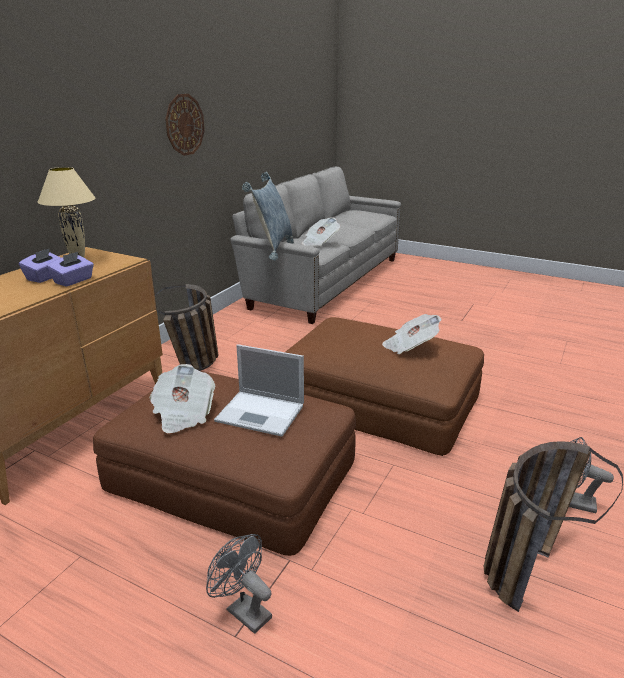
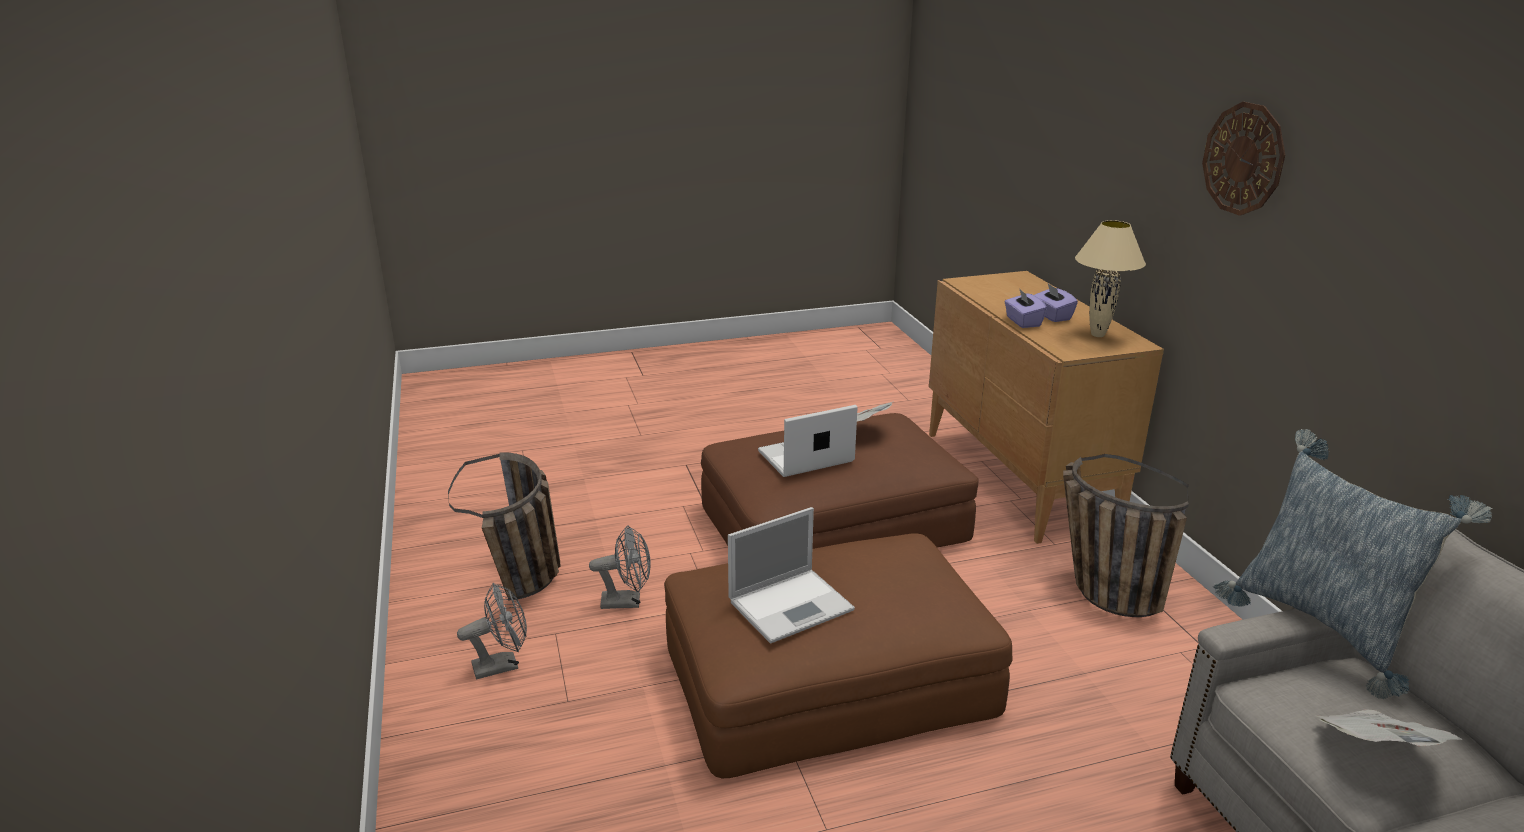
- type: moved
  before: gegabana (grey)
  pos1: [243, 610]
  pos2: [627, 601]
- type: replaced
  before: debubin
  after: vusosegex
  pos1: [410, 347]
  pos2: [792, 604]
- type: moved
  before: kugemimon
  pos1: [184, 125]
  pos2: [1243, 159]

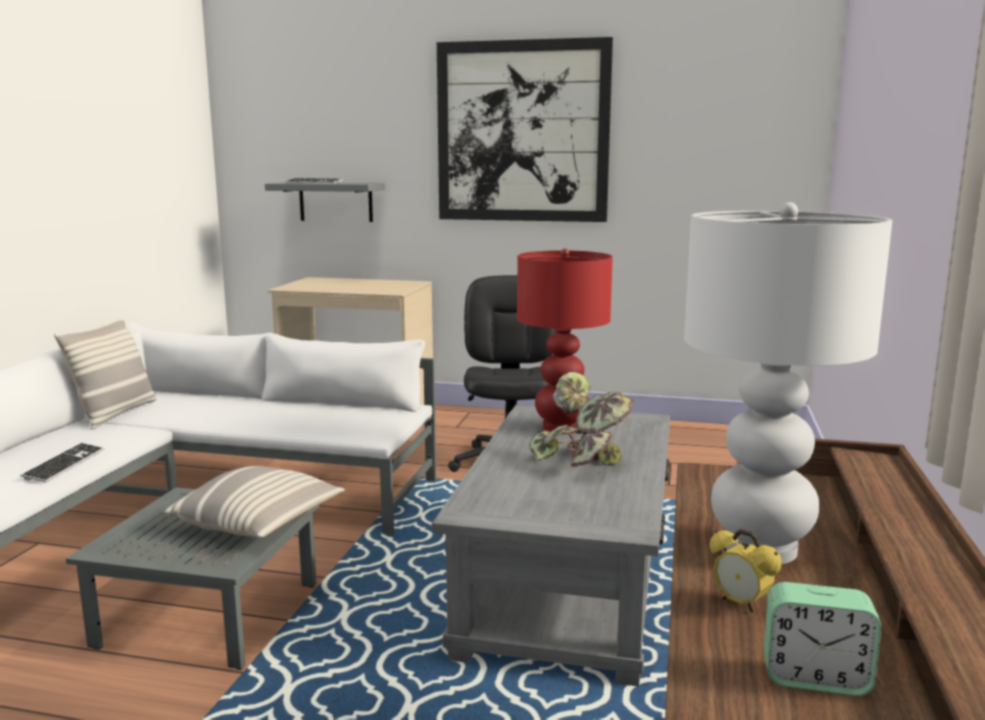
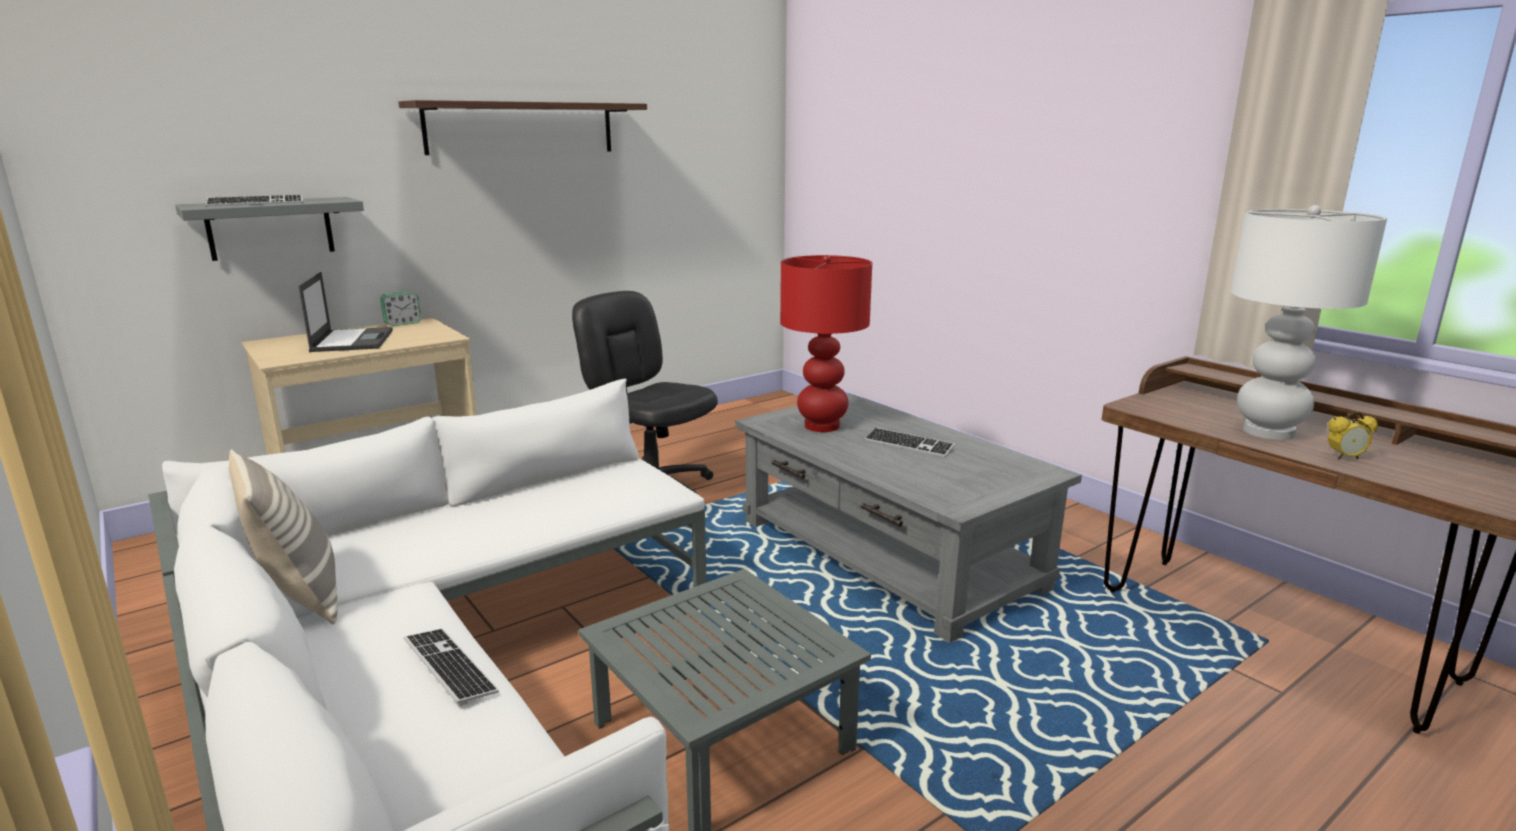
- type: added
  after: vusosegex
  pos2: [352, 340]
- type: moved
  before: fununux
  pos1: [815, 678]
  pos2: [402, 323]
- type: replaced
  before: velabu
  after: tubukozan
  pos1: [522, 132]
  pos2: [521, 128]
- type: replaced
  before: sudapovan
  after: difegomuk
  pos1: [582, 463]
  pos2: [908, 444]
- type: removed
  before: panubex
  pos1: [259, 523]

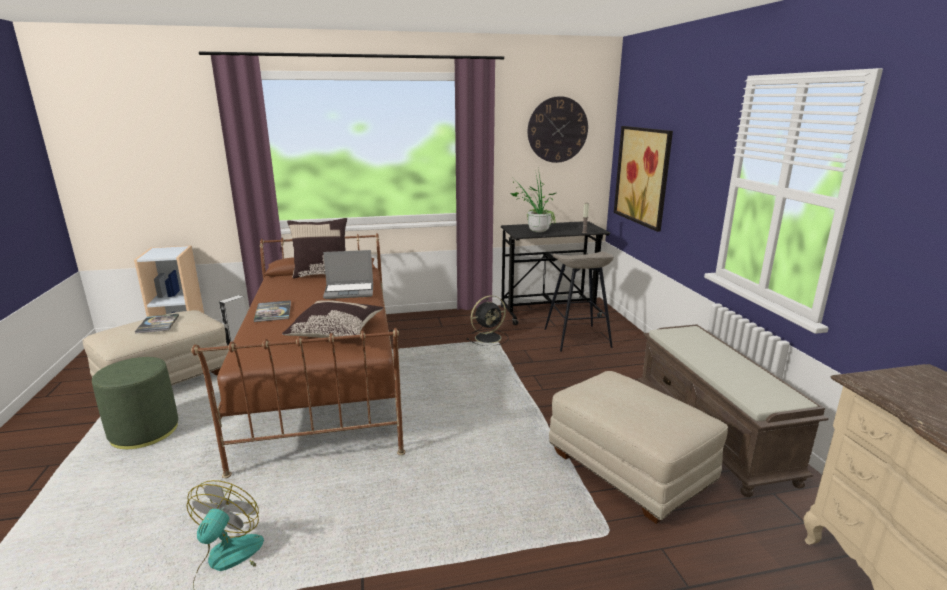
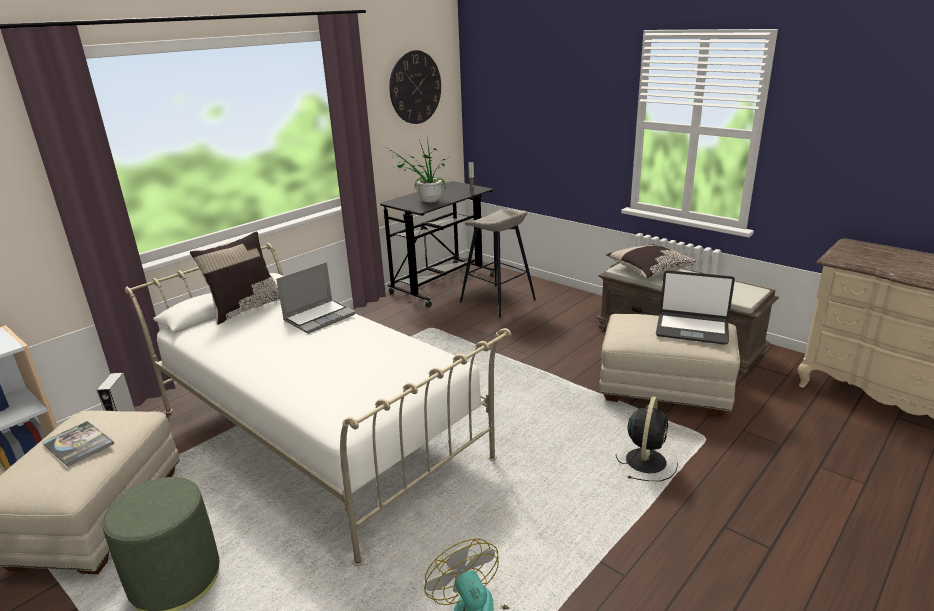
- type: recoloured
  before: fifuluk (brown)
  after: fifuluk (white)
  pos1: [323, 383]
  pos2: [319, 434]
- type: moved
  before: panubex
  pos1: [336, 332]
  pos2: [650, 270]
- type: moved
  before: gegabana (black)
  pos1: [489, 337]
  pos2: [646, 460]
- type: added
  after: vusosegex
  pos2: [692, 329]
- type: removed
  before: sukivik
  pos1: [273, 312]
- type: removed
  before: velabu
  pos1: [642, 176]

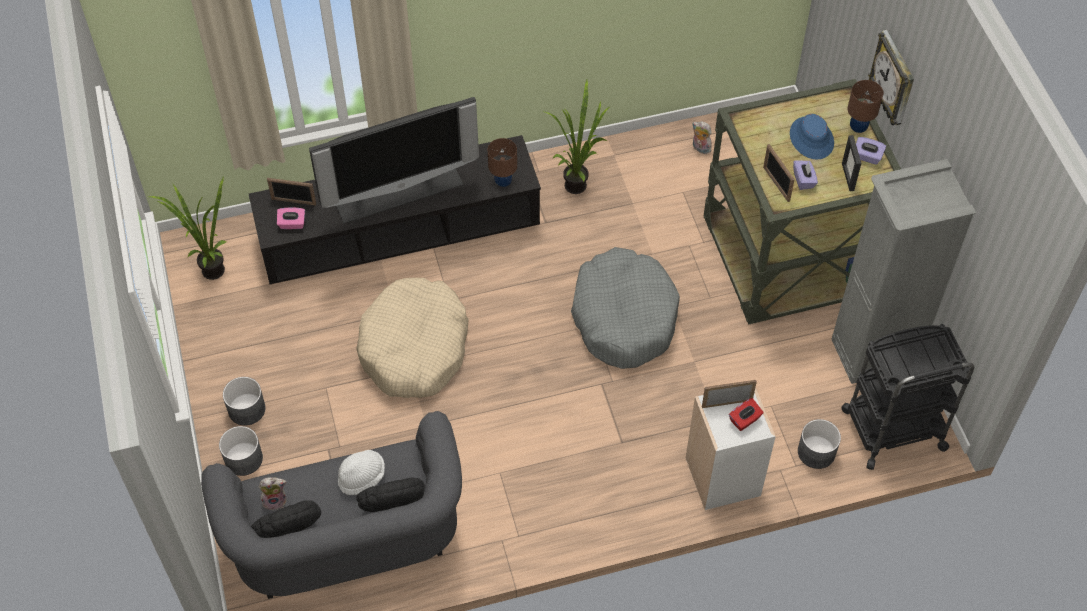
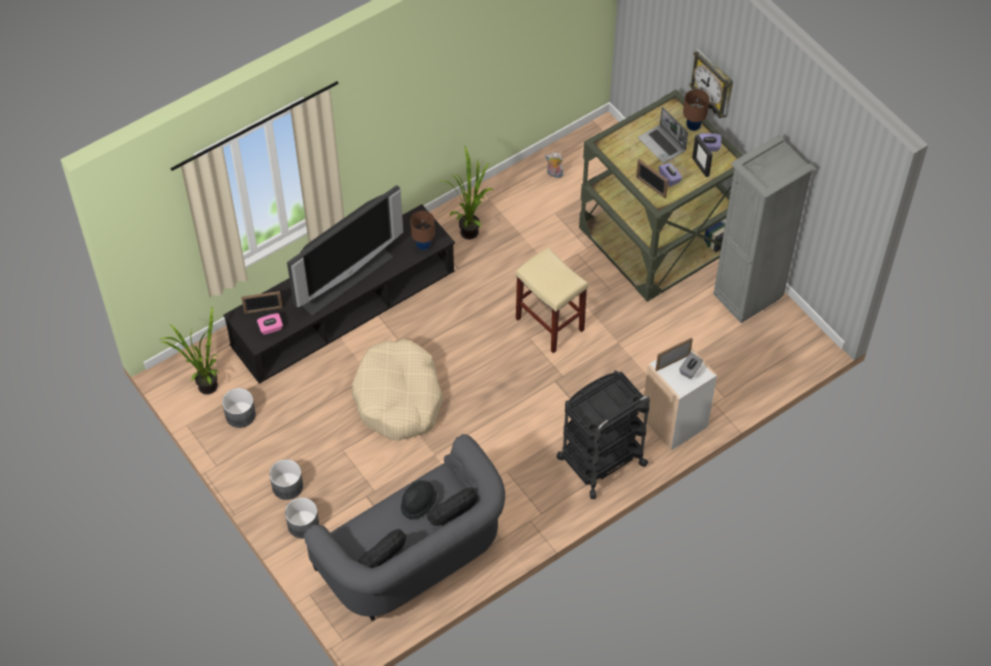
- type: moved
  before: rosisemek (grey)
  pos1: [816, 452]
  pos2: [240, 415]
- type: recoloured
  before: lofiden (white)
  after: lofiden (black)
  pos1: [362, 477]
  pos2: [418, 503]
- type: replaced
  before: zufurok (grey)
  after: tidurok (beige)
  pos1: [624, 317]
  pos2: [550, 324]
- type: moved
  before: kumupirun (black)
  pos1: [893, 428]
  pos2: [601, 460]
- type: replaced
  before: lofiden (blue)
  after: vusosegex
  pos1: [811, 138]
  pos2: [662, 145]
- type: recoloured
  before: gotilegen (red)
  after: gotilegen (grey)
  pos1: [745, 420]
  pos2: [690, 370]
- type: removed
  before: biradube
  pos1: [275, 500]

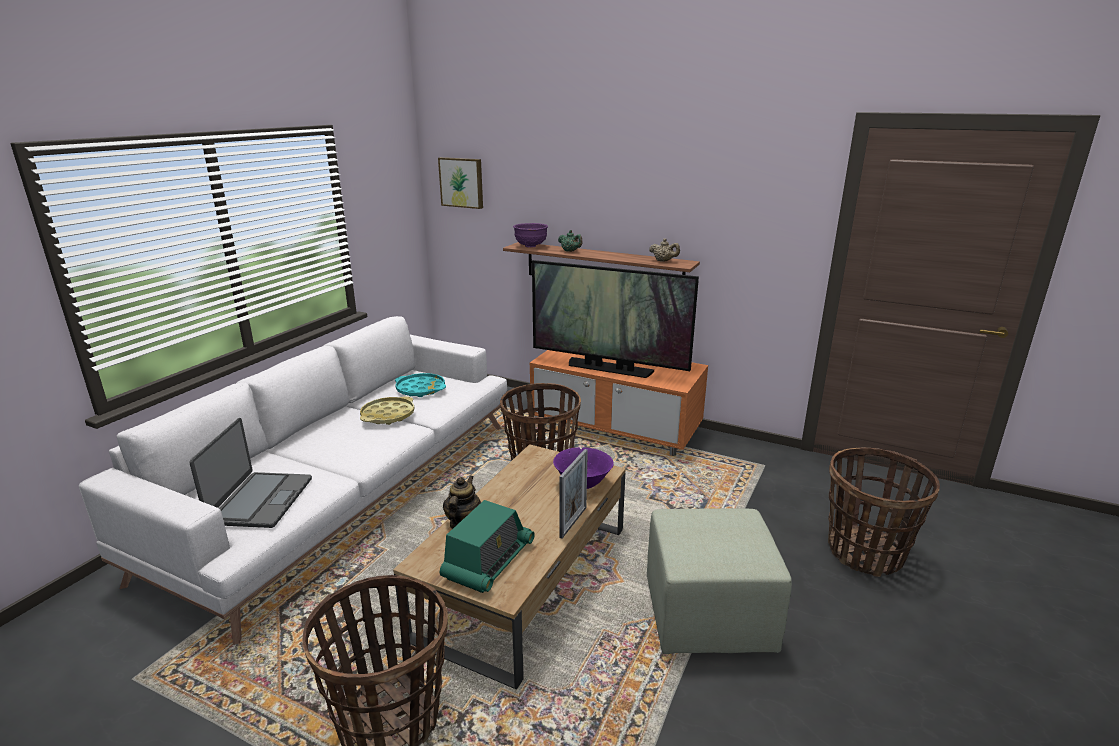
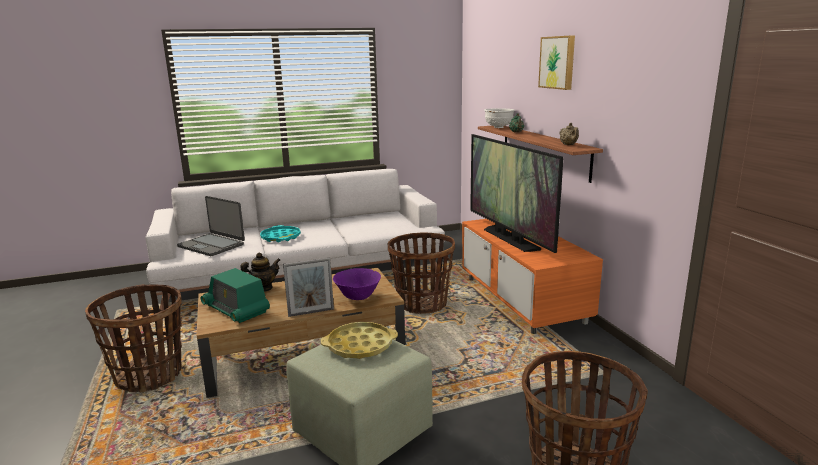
- type: turned
  before: vusosegex
  pos1: [260, 501]
  pos2: [212, 245]
  turn: 75
- type: turned
  before: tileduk
  pos1: [488, 561]
  pos2: [236, 309]
  turn: 60
- type: moved
  before: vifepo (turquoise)
  pos1: [420, 389]
  pos2: [281, 237]
- type: moved
  before: vifepo (yellow)
  pos1: [388, 415]
  pos2: [360, 346]
- type: recoloured
  before: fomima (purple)
  after: fomima (white)
  pos1: [531, 246]
  pos2: [499, 127]
- type: moved
  before: velabu
  pos1: [462, 182]
  pos2: [558, 62]

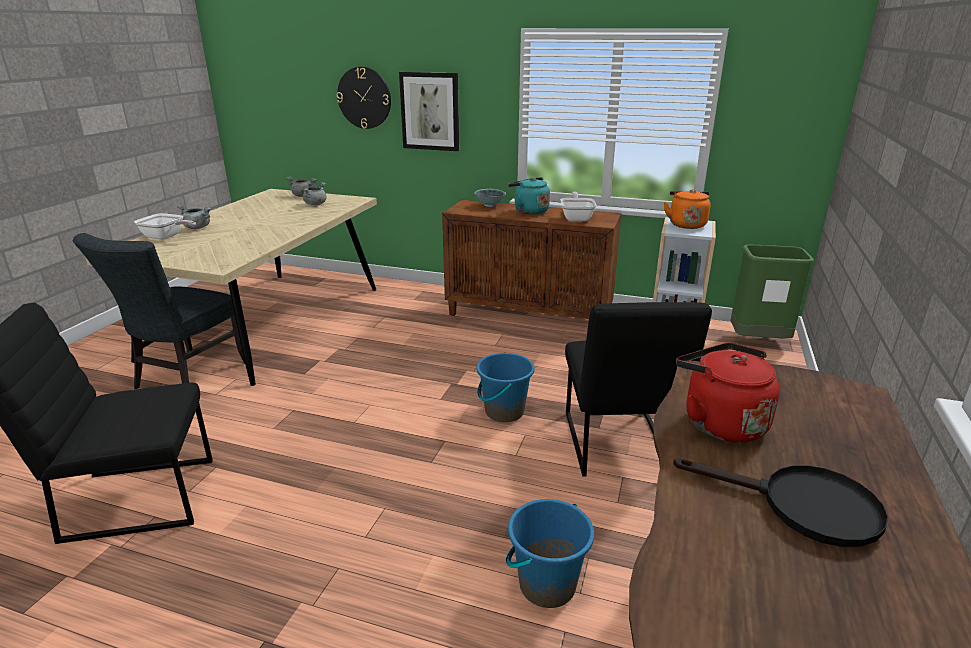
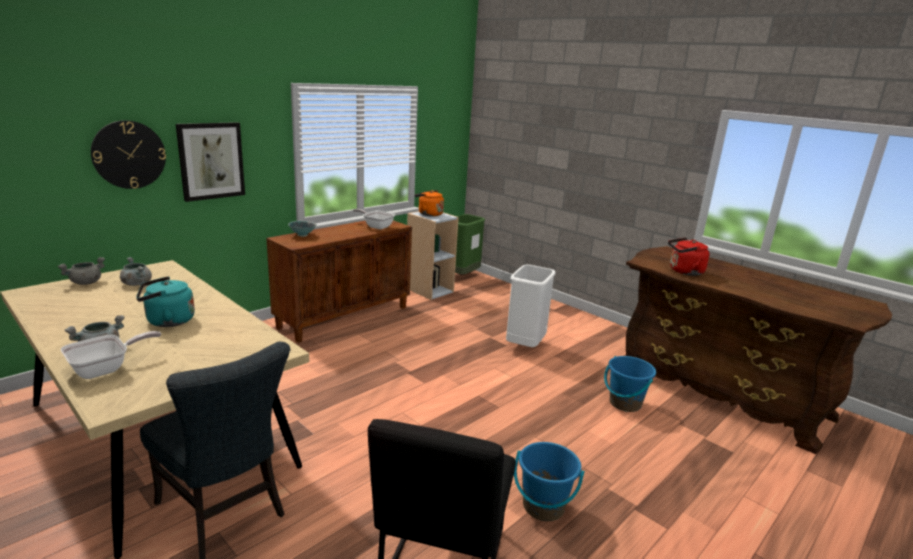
- type: moved
  before: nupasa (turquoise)
  pos1: [529, 211]
  pos2: [167, 321]
- type: replaced
  before: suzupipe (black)
  after: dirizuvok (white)
  pos1: [616, 444]
  pos2: [525, 346]
- type: moved
  before: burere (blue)
  pos1: [504, 411]
  pos2: [543, 506]
- type: removed
  before: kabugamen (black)
  pos1: [802, 506]

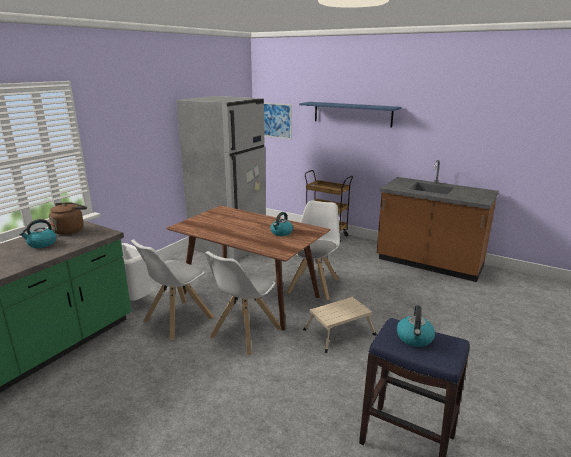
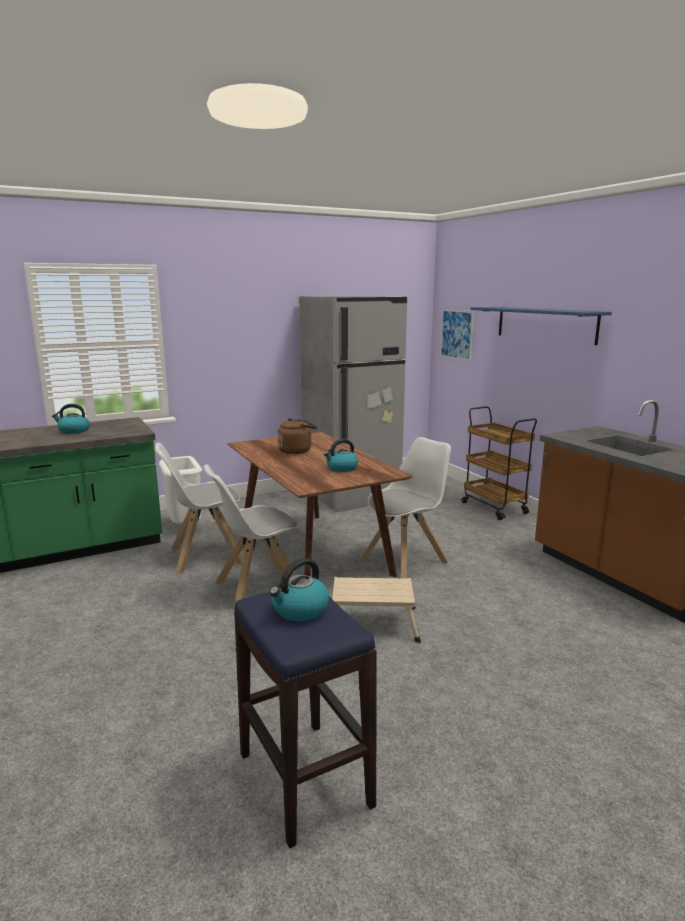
- type: moved
  before: nupasa (brown)
  pos1: [70, 230]
  pos2: [296, 450]

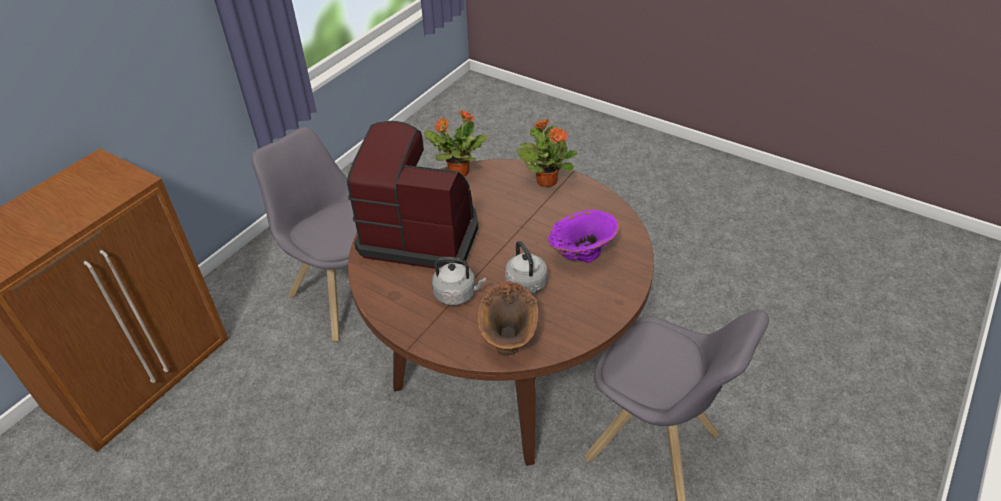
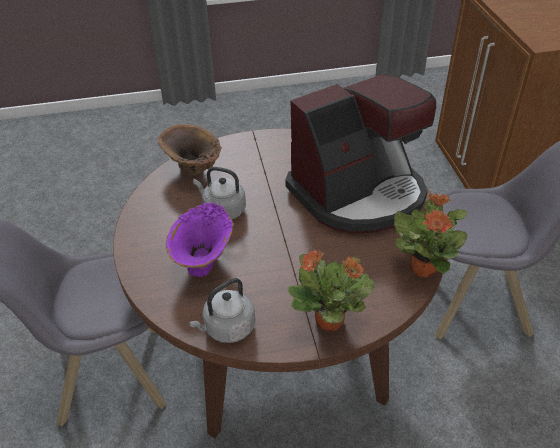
- type: moved
  before: nupasa (grey)
  pos1: [457, 294]
  pos2: [227, 328]

